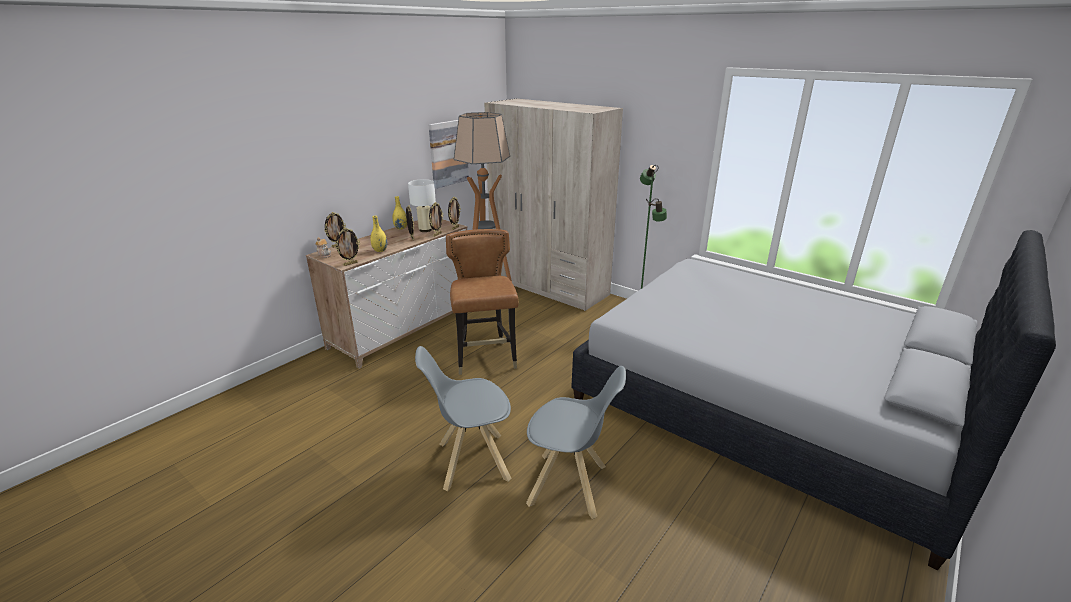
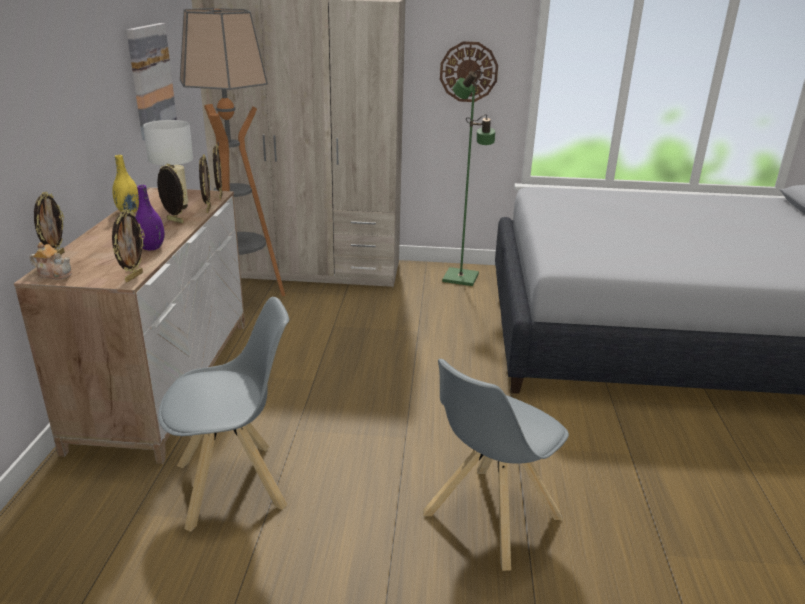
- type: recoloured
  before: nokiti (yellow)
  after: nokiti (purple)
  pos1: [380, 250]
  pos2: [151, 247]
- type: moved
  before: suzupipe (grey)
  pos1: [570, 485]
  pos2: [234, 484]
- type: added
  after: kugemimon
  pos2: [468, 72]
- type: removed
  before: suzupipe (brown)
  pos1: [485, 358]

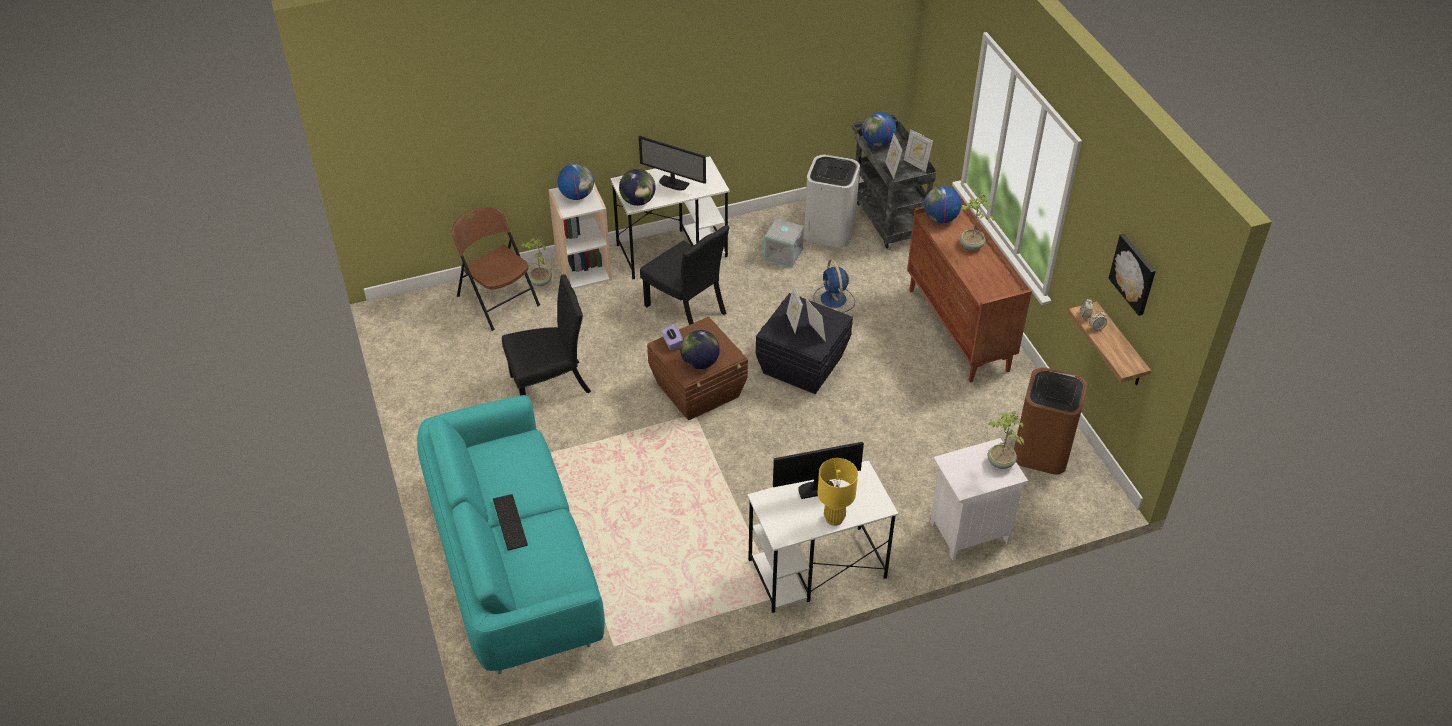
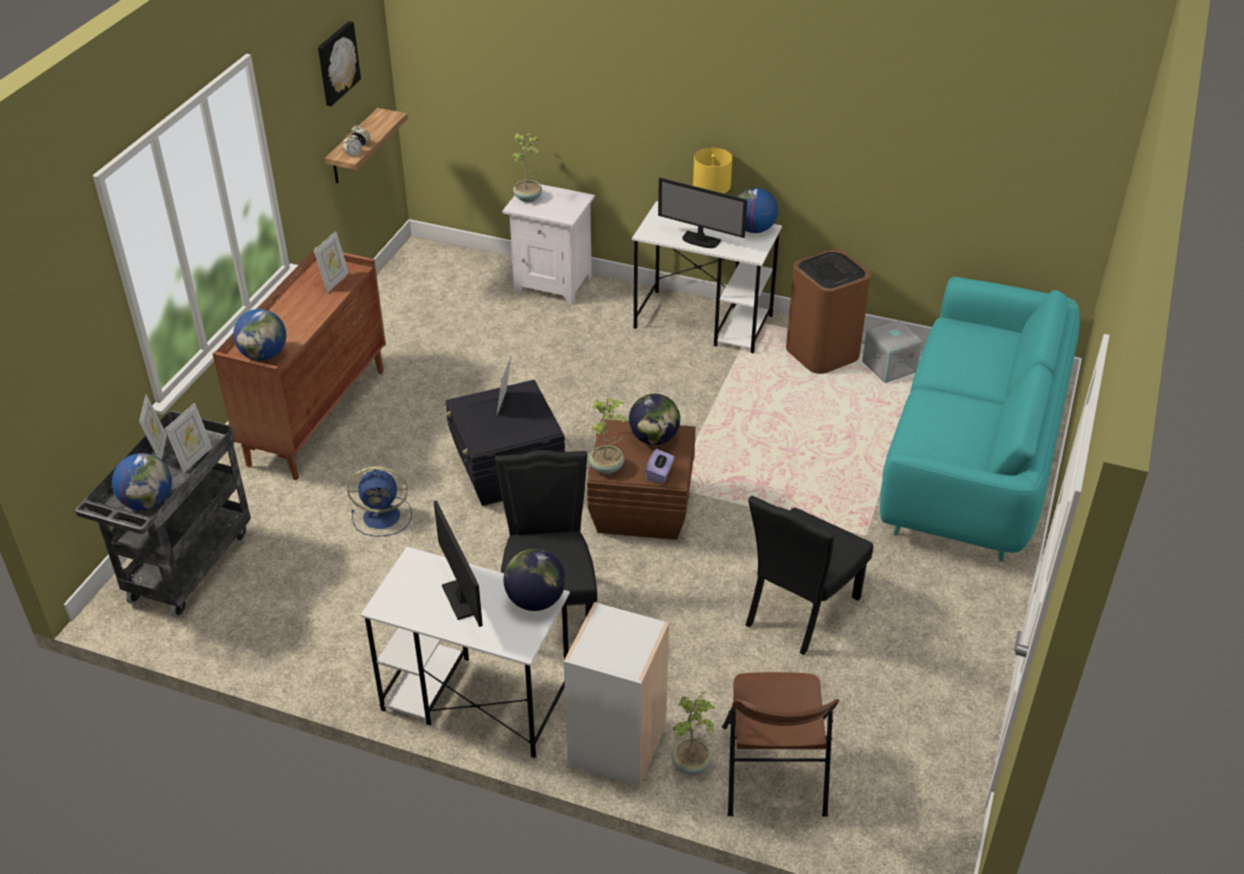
- type: moved
  before: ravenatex
  pos1: [793, 322]
  pos2: [334, 282]
- type: turned
  before: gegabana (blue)
  pos1: [833, 300]
  pos2: [383, 516]
  turn: 60
- type: moved
  before: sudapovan
  pos1: [971, 246]
  pos2: [607, 467]
- type: moved
  before: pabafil
  pos1: [577, 195]
  pos2: [754, 229]
- type: turned
  before: suzupipe (black)
  pos1: [549, 386]
  pos2: [801, 608]
  turn: -75
- type: moved
  before: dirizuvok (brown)
  pos1: [1041, 451]
  pos2: [822, 353]
- type: moved
  before: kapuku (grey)
  pos1: [783, 254]
  pos2: [888, 367]
- type: removed
  before: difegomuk
  pos1: [508, 522]
- type: removed
  before: dirizuvok (white)
  pos1: [829, 231]

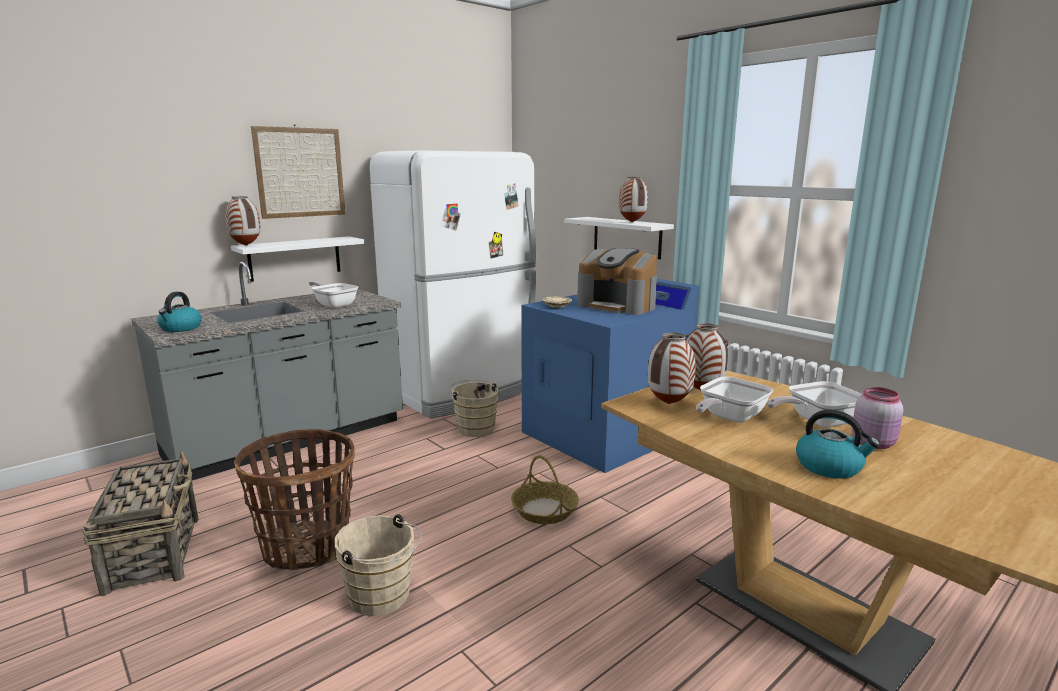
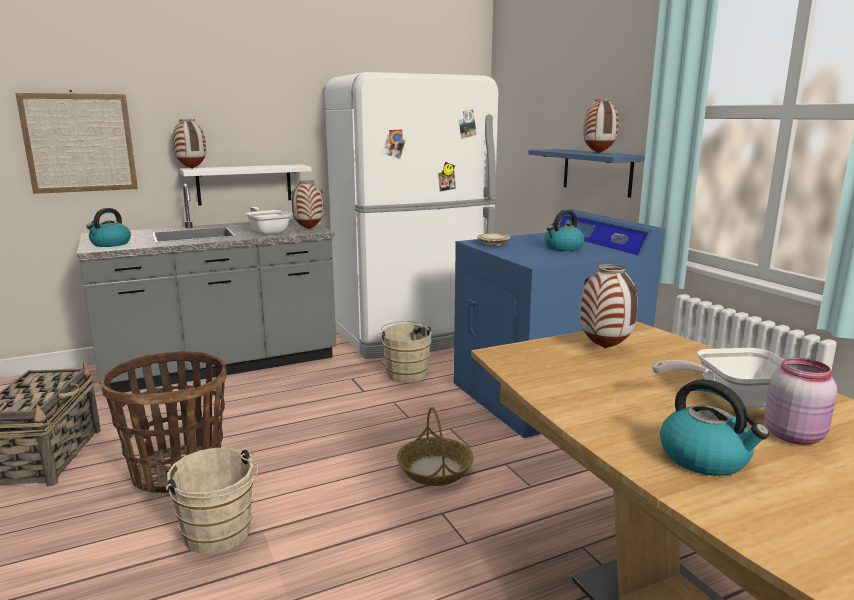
- type: moved
  before: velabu
  pos1: [300, 171]
  pos2: [79, 141]
- type: moved
  before: nokiti
  pos1: [669, 403]
  pos2: [309, 229]
- type: recoloured
  before: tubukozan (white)
  after: tubukozan (blue)
  pos1: [626, 237]
  pos2: [597, 172]
- type: replaced
  before: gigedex
  after: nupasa
  pos1: [617, 306]
  pos2: [563, 248]
- type: removed
  before: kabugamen
  pos1: [729, 418]

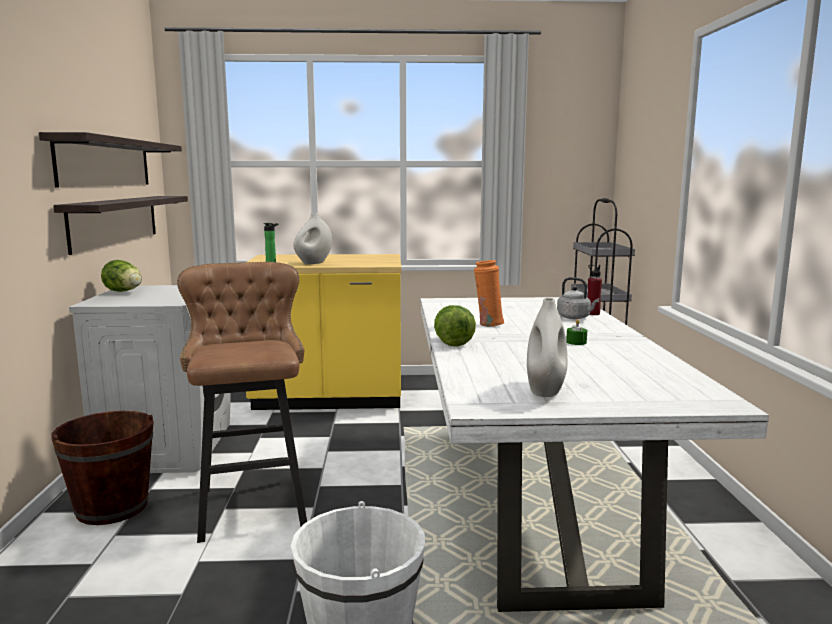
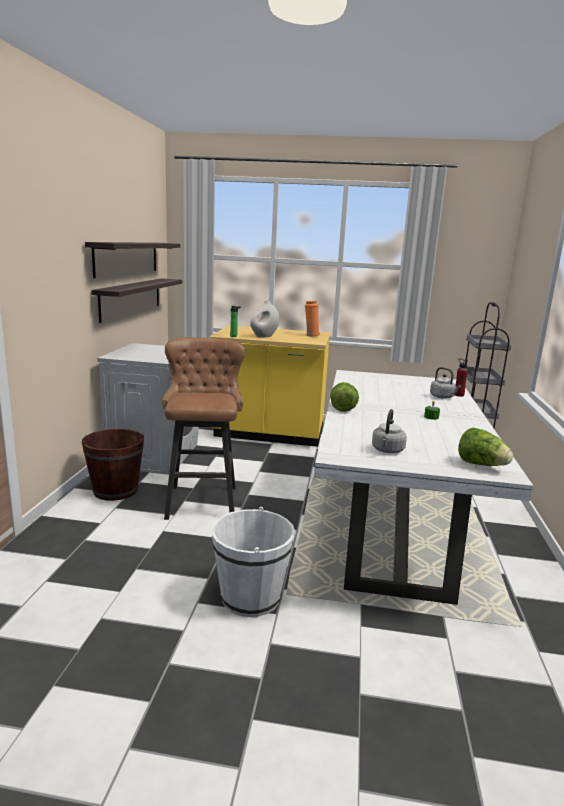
- type: moved
  before: nokiti (orange)
  pos1: [488, 324]
  pos2: [311, 335]
- type: replaced
  before: nokiti (white)
  after: nupasa (grey)
  pos1: [545, 391]
  pos2: [387, 451]
- type: moved
  before: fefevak
  pos1: [125, 292]
  pos2: [481, 465]

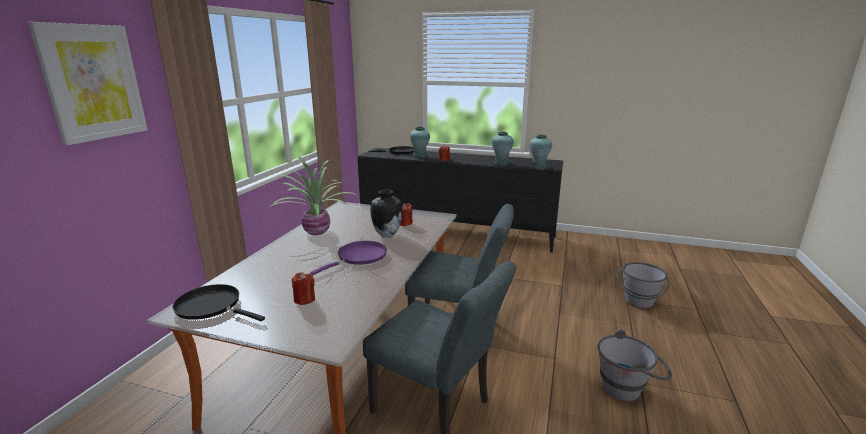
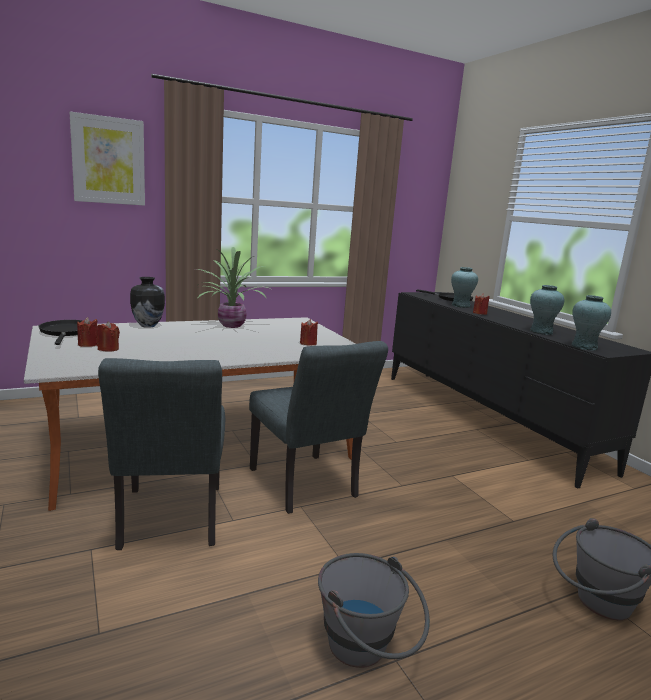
- type: added
  after: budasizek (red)
  pos2: [88, 344]
- type: moved
  before: nokiti
  pos1: [386, 235]
  pos2: [147, 325]
- type: removed
  before: kabugamen (purple)
  pos1: [359, 257]

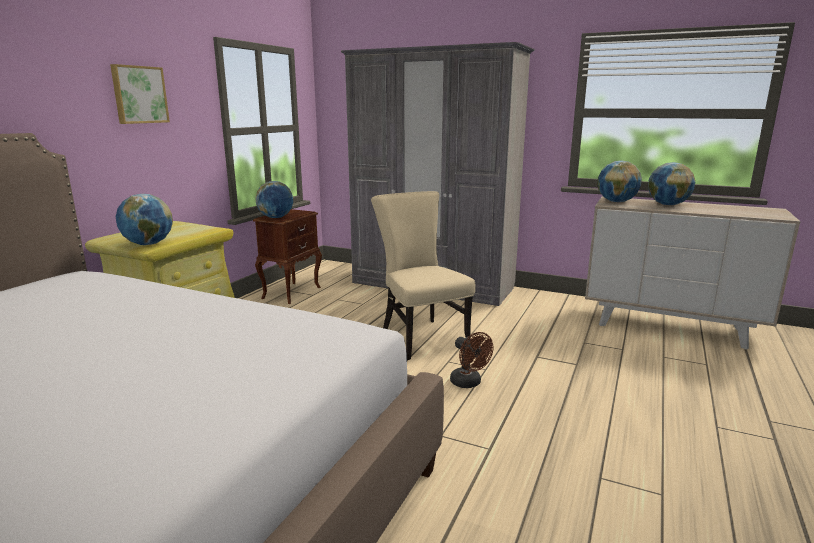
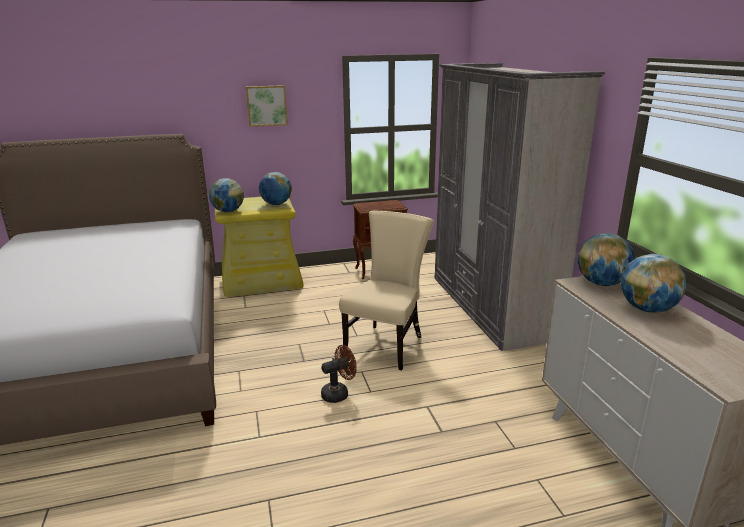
- type: moved
  before: pabafil
  pos1: [276, 217]
  pos2: [276, 204]
- type: turned
  before: gegabana (brown)
  pos1: [469, 383]
  pos2: [339, 393]
  turn: -135

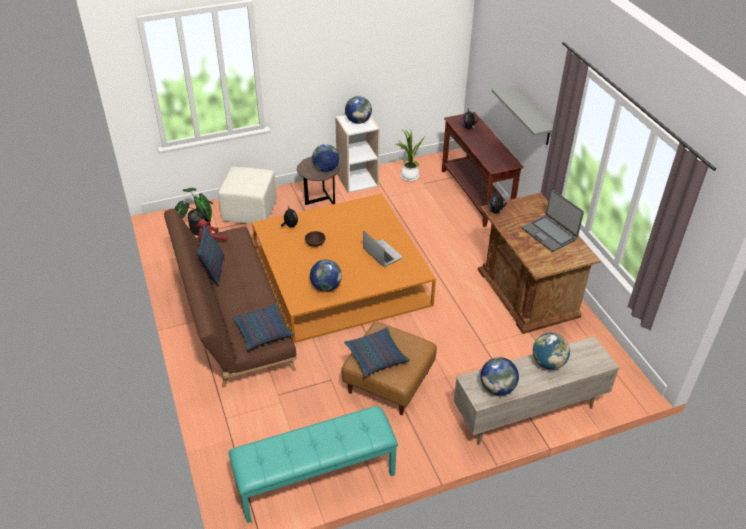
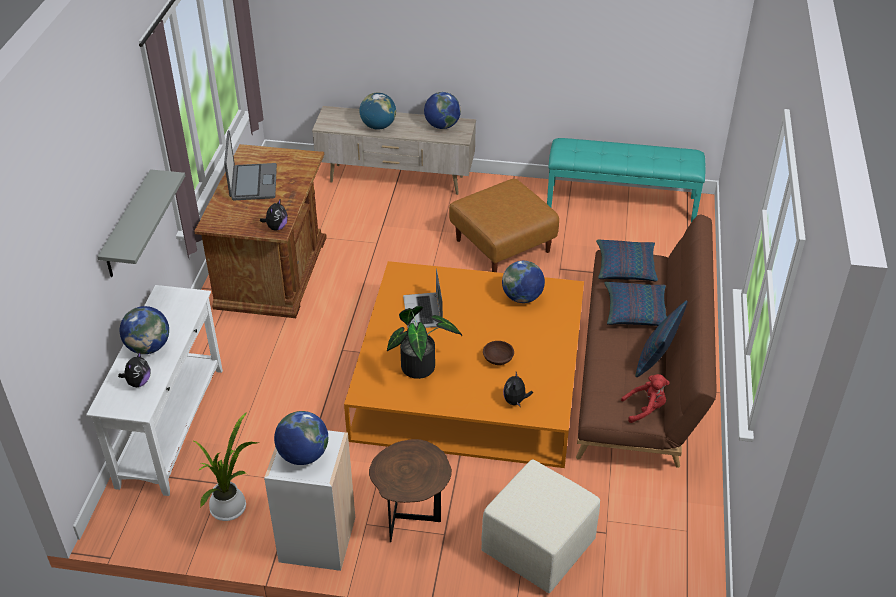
- type: recoloured
  before: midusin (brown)
  after: midusin (white)
  pos1: [476, 195]
  pos2: [171, 426]
- type: moved
  before: pabafil
  pos1: [326, 169]
  pos2: [149, 347]
- type: moved
  before: sudapovan
  pos1: [197, 230]
  pos2: [422, 368]
- type: moved
  before: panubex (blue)
  pos1: [376, 356]
  pos2: [635, 311]

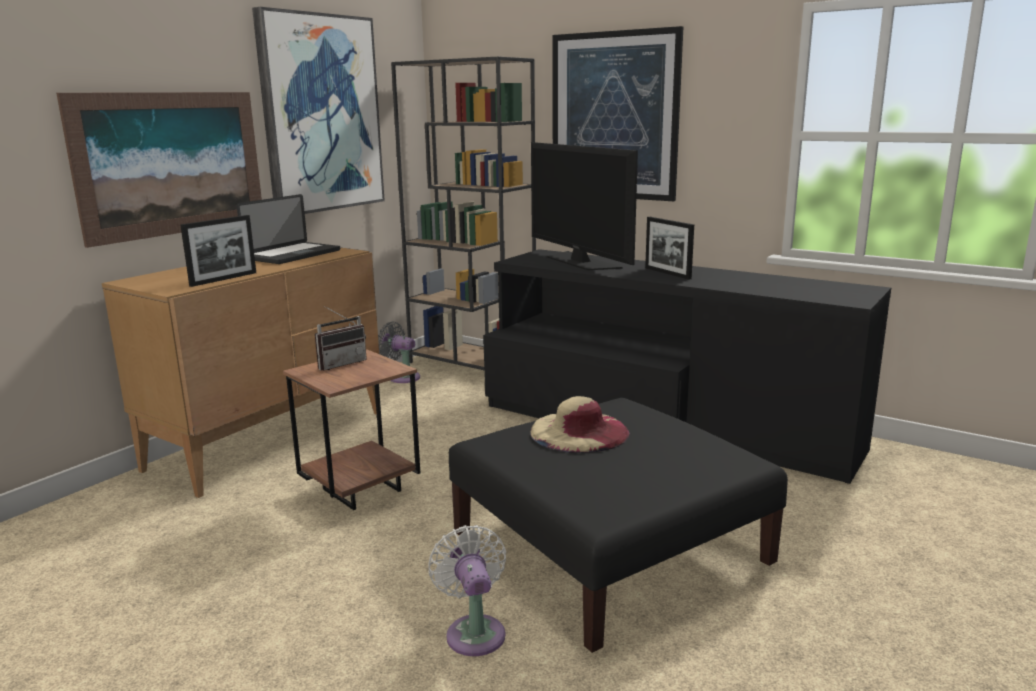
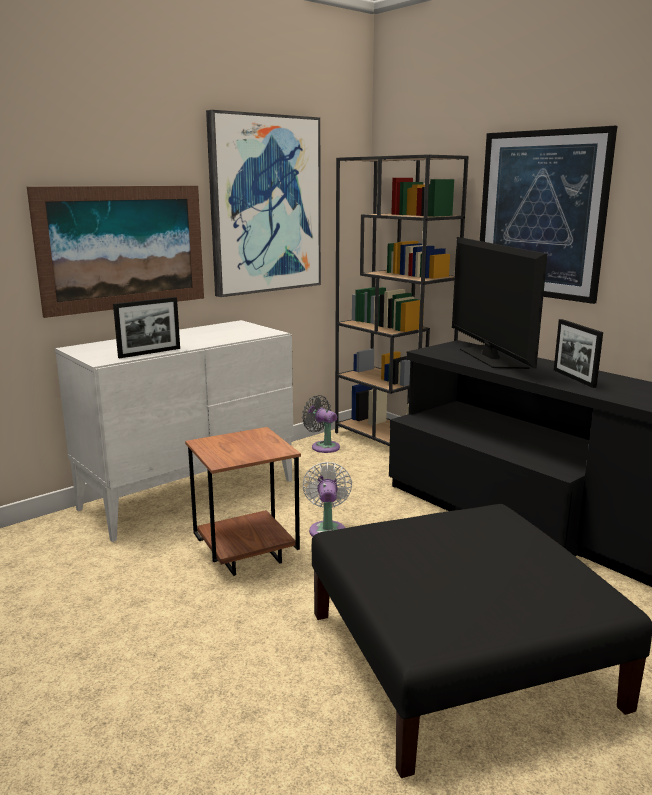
- type: recoloured
  before: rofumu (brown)
  after: rofumu (white)
  pos1: [270, 440]
  pos2: [189, 494]
- type: moved
  before: gegabana (white)
  pos1: [474, 631]
  pos2: [327, 529]
- type: removed
  before: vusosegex
  pos1: [293, 255]
- type: removed
  before: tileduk
  pos1: [340, 363]
- type: removed
  before: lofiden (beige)
  pos1: [579, 432]

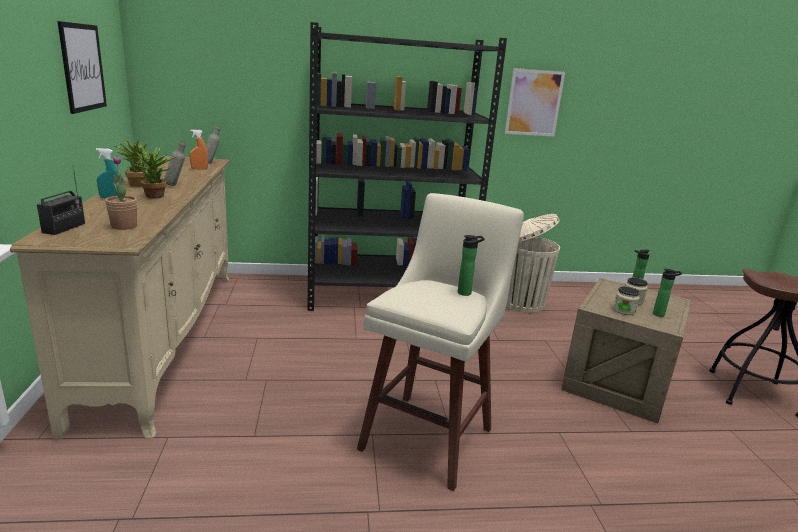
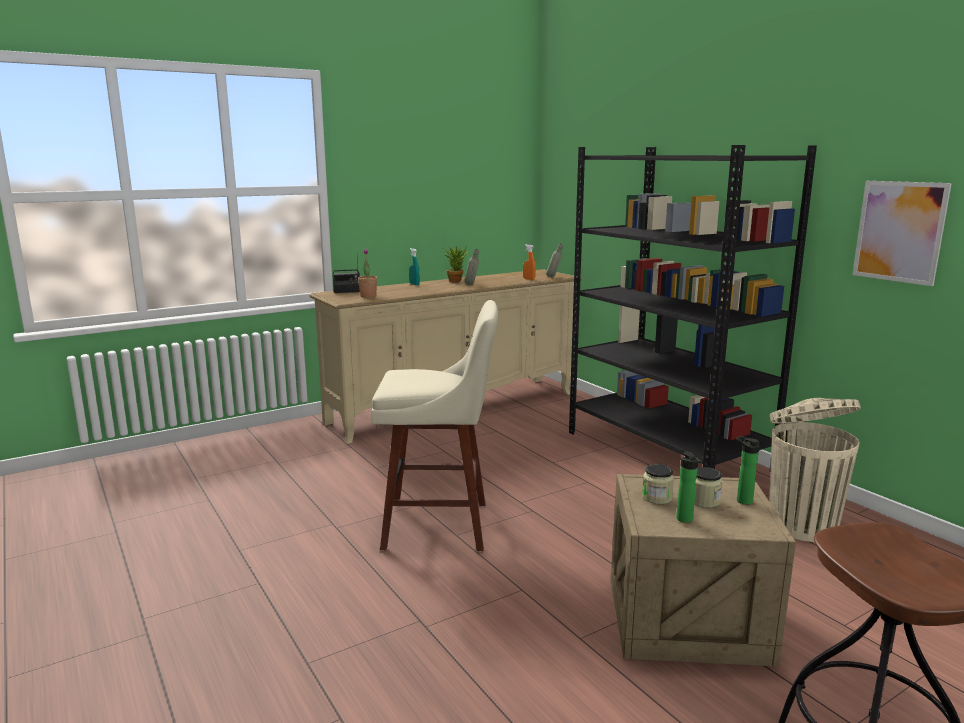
- type: removed
  before: velabu
  pos1: [83, 67]
- type: removed
  before: sudapovan
  pos1: [157, 197]
- type: removed
  before: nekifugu
  pos1: [466, 293]

